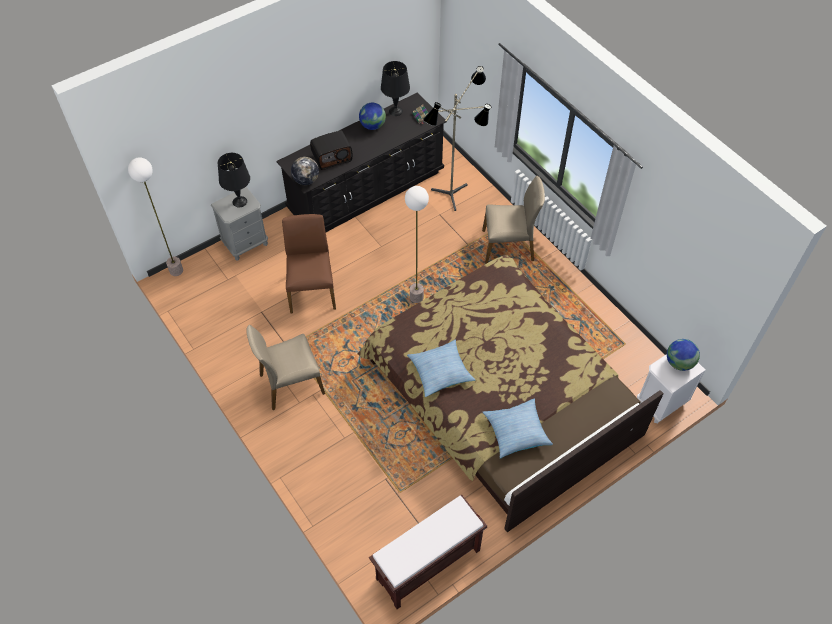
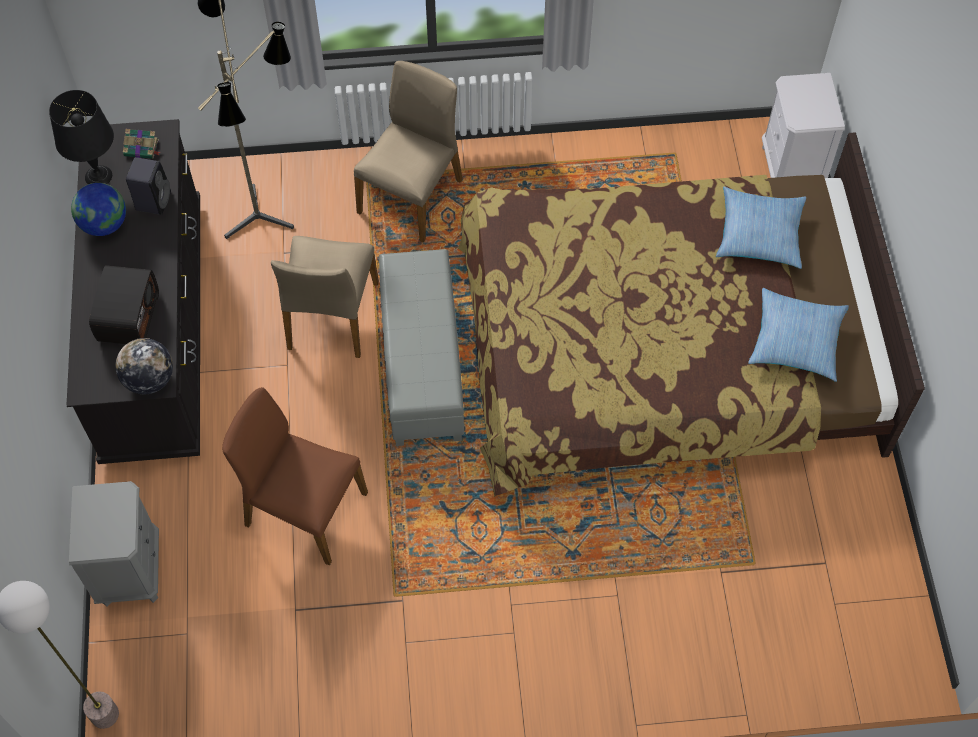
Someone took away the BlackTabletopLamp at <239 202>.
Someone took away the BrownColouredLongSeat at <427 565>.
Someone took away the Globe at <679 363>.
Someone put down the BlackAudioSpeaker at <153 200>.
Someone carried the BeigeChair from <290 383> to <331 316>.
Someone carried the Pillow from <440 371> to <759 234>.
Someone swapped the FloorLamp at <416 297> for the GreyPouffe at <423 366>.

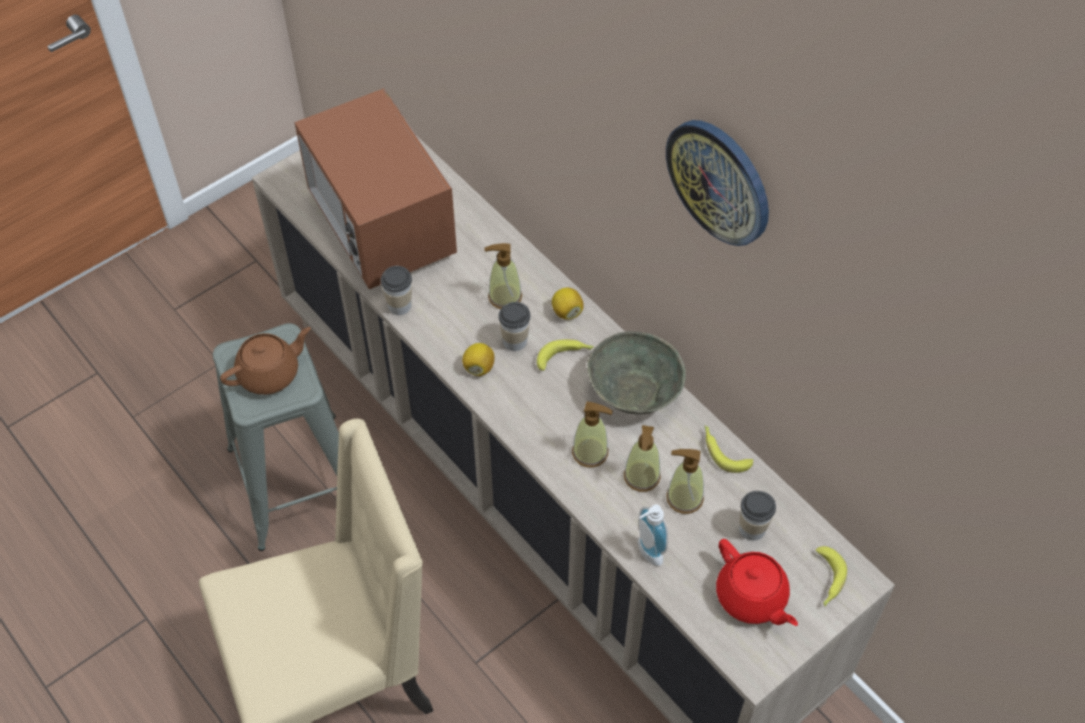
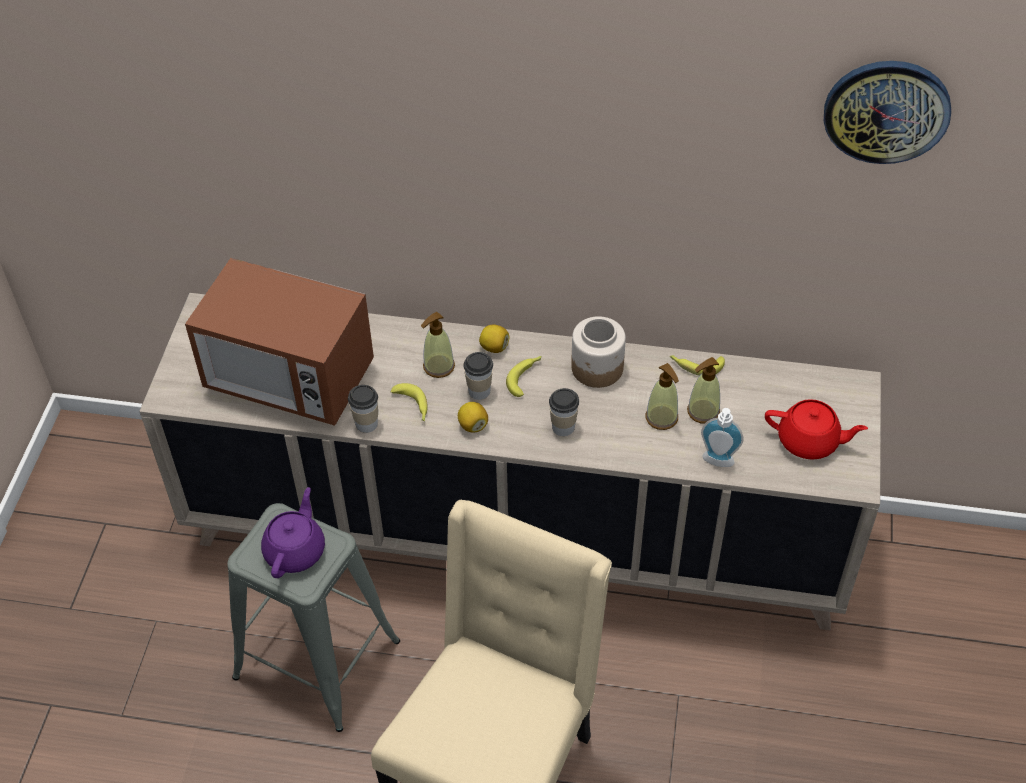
Someone took away the SoapDispenser at <590 452>.
Someone carried the HangingClock from <719 181> to <886 110>.
Someone carried the Cup from <752 529> to <563 427>.
Someone carried the BananaFruit from <827 580> to <413 406>.
Someone swapped the GreyServingBowl at <633 392> for the StorageJar at <597 368>.
Someone repainted the BrownColouredTeaPot at <270 373>, which became the PurplishTeaPot at <296 550>.

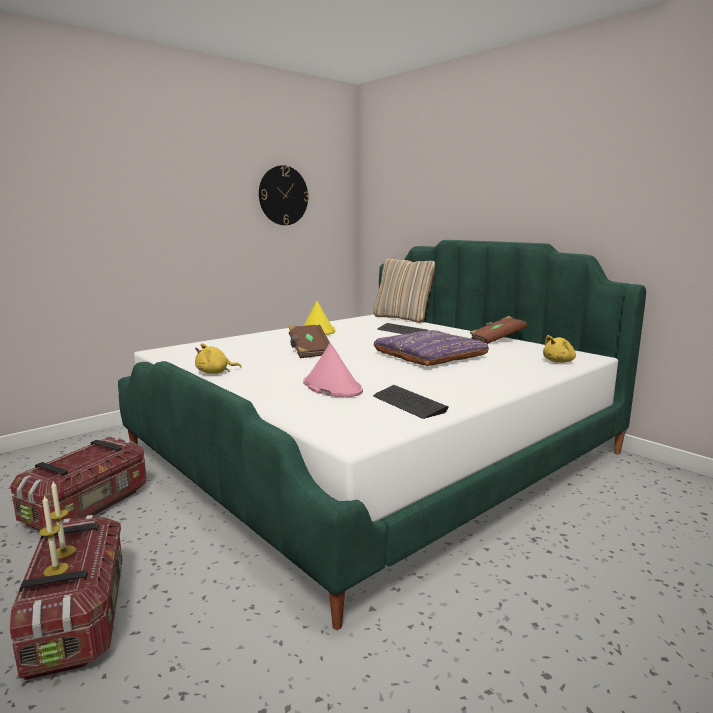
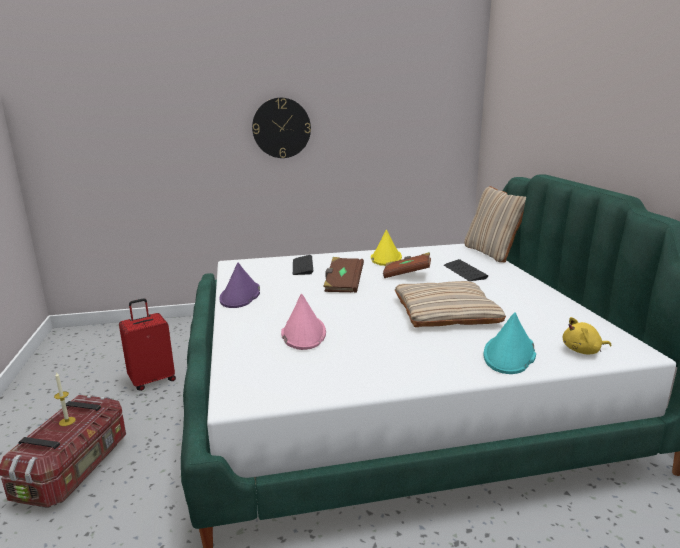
Someone took away the WaxCandle at <56 569>.
Someone put down the TurquoiseColouredHat at <509 354>.
Someone carried the HangingClock from <283 195> to <281 128>.
Someone carried the ComputerKeyboard from <408 403> to <302 266>.
Someone carried the BrownColouredBoundBook from <496 340> to <406 275>.
Someone swapped the StorageBin at <89 506> for the RedPieceOfLuggage at <152 380>.
Someone swapped the YellowCuddlyToy at <215 373> for the PurplishHat at <240 296>.
Someone repainted the PurplishPillow at <429 356>, which became the BeigePillow at <445 311>.

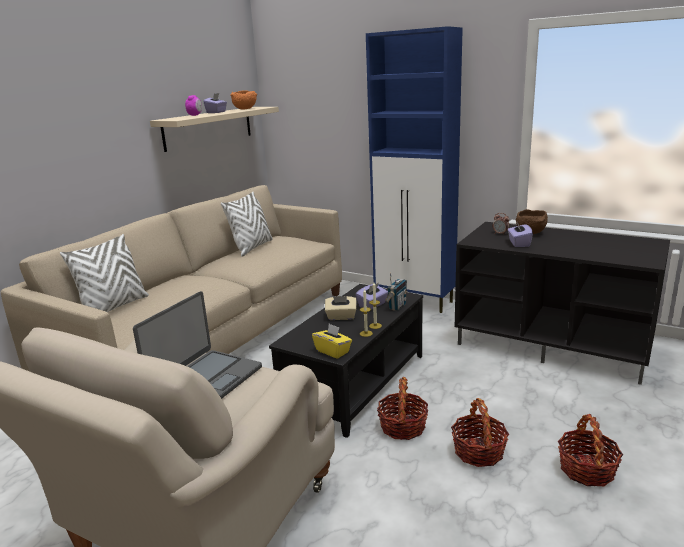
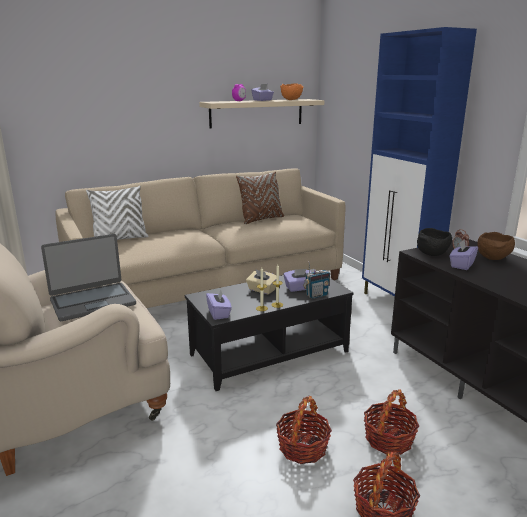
Someone put down the BlackServingBowl at <432 254>.
Someone carried the HouseholdBasket from <403 427> to <388 439>.
Someone repainted the WhiteColouredPillow at <252 248>, which became the BrownColouredPillow at <261 219>.
Someone repainted the YellowTissueBox at <333 351>, which became the PurplishTissueBox at <219 313>.

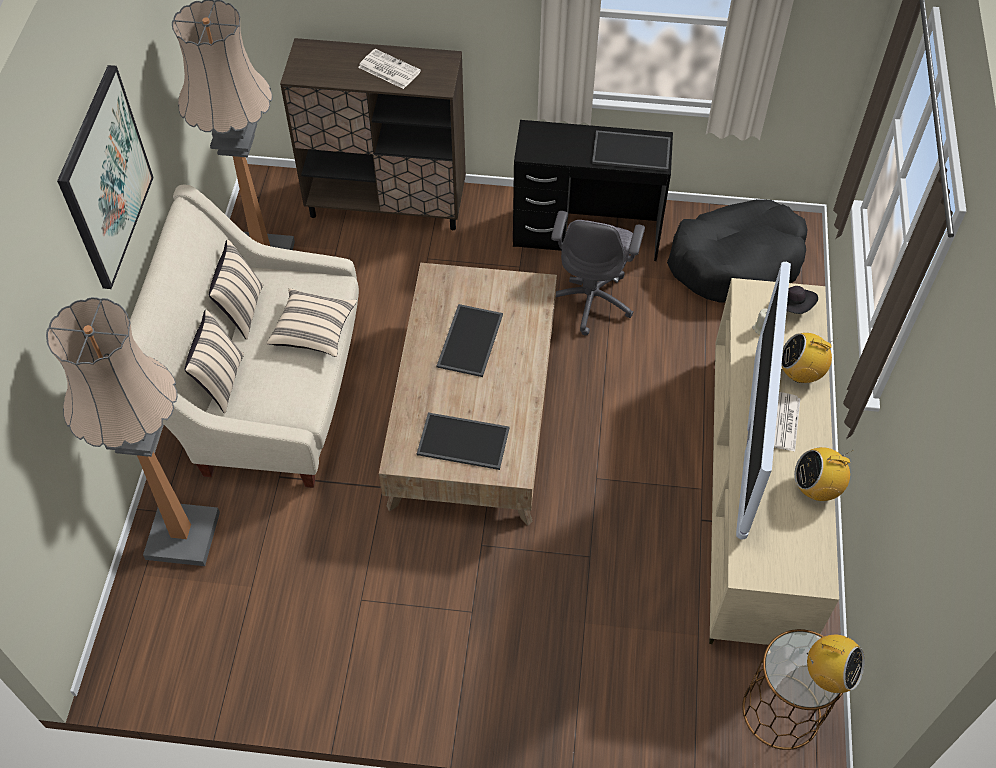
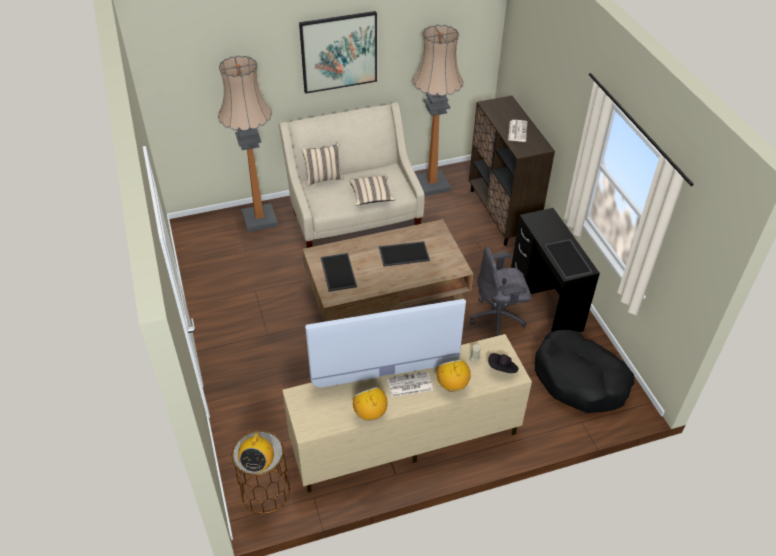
Someone took away the BeigePillow at <241 310>.

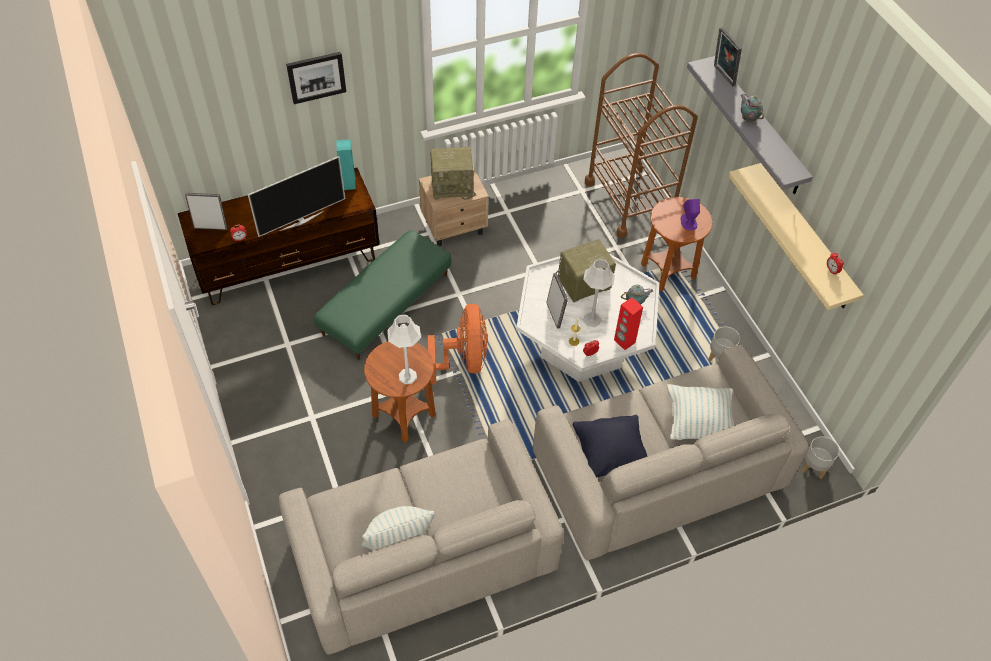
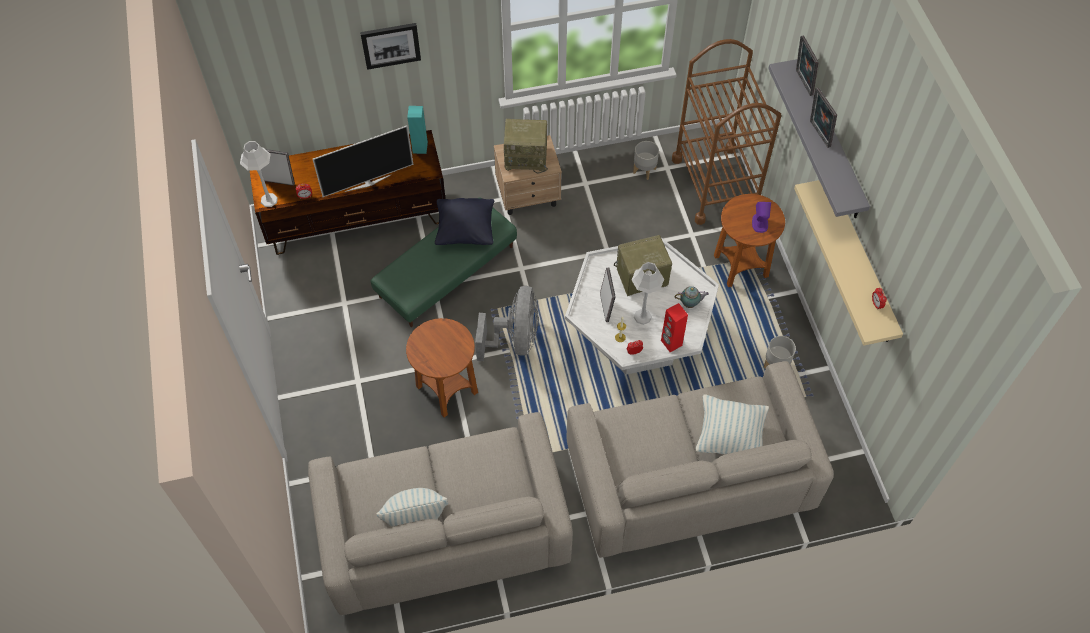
Someone carried the WhiteColouredTabletopLamp from <407 376> to <269 200>.
Someone carried the BlackPillow from <609 455> to <465 231>.
Someone carried the GreyPlantPot from <814 467> to <644 171>.
Someone swapped the TeaPot at <748 119> for the StandingFrame at <817 134>.
Someone repainted the OrangeyElectricFan at <464 361>, which became the GreyElectricFan at <515 339>.

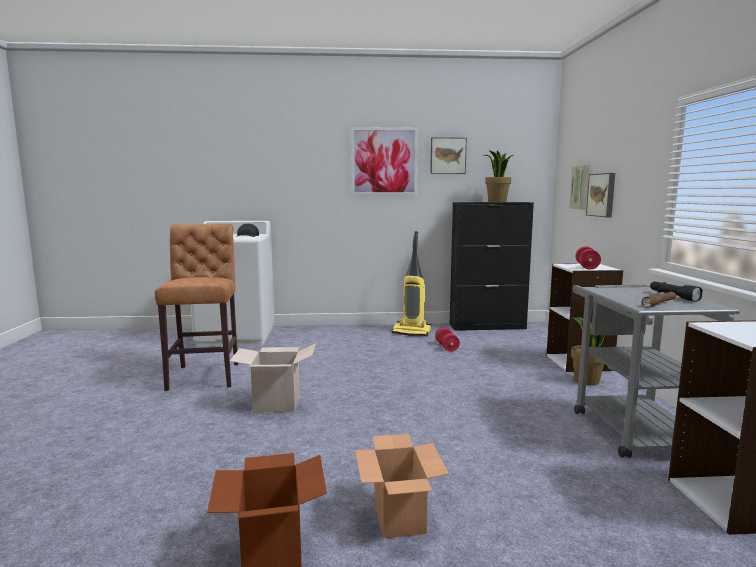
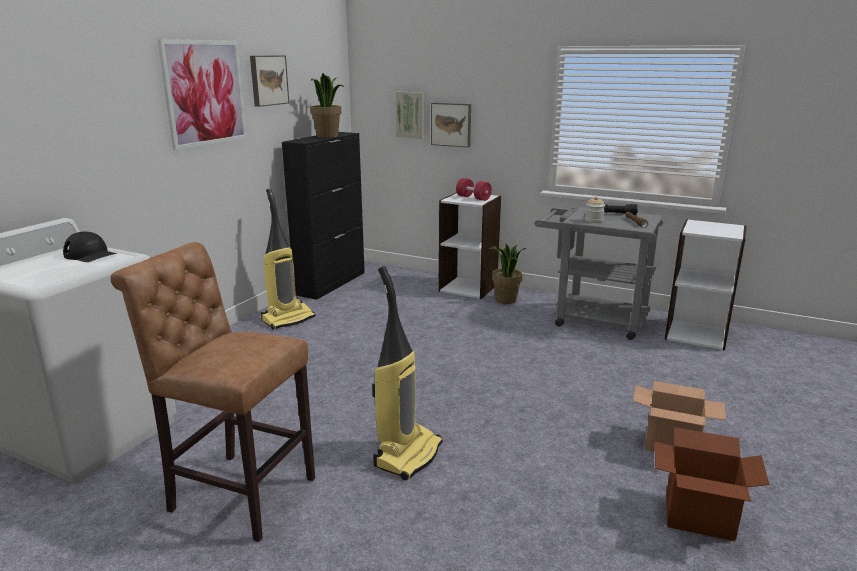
Someone took away the RedDumbbell at <447 347>.
Someone put down the StorageJar at <594 221>.
Someone swapped the PackingBox at <277 404> for the VacuumCleaner at <407 454>.

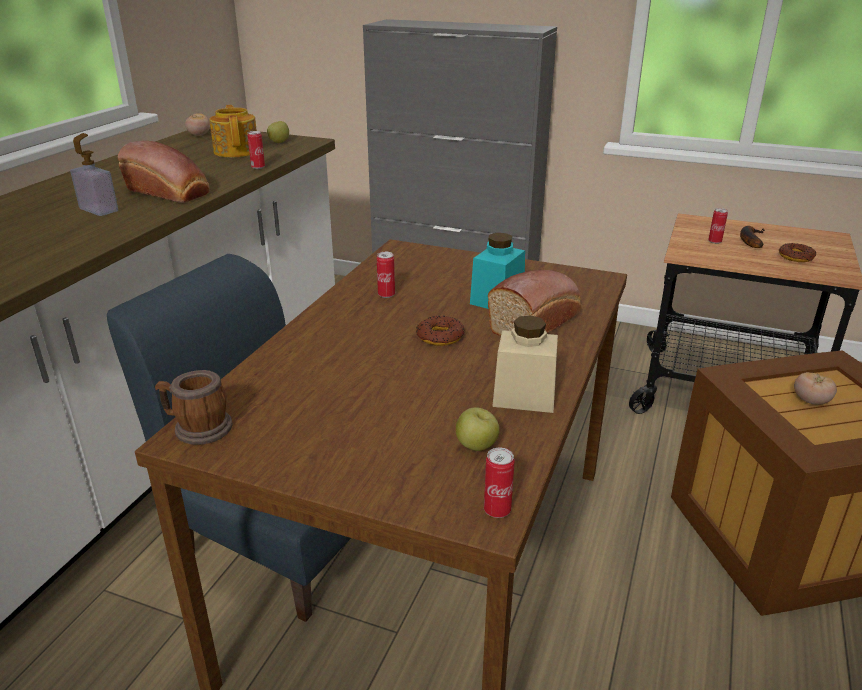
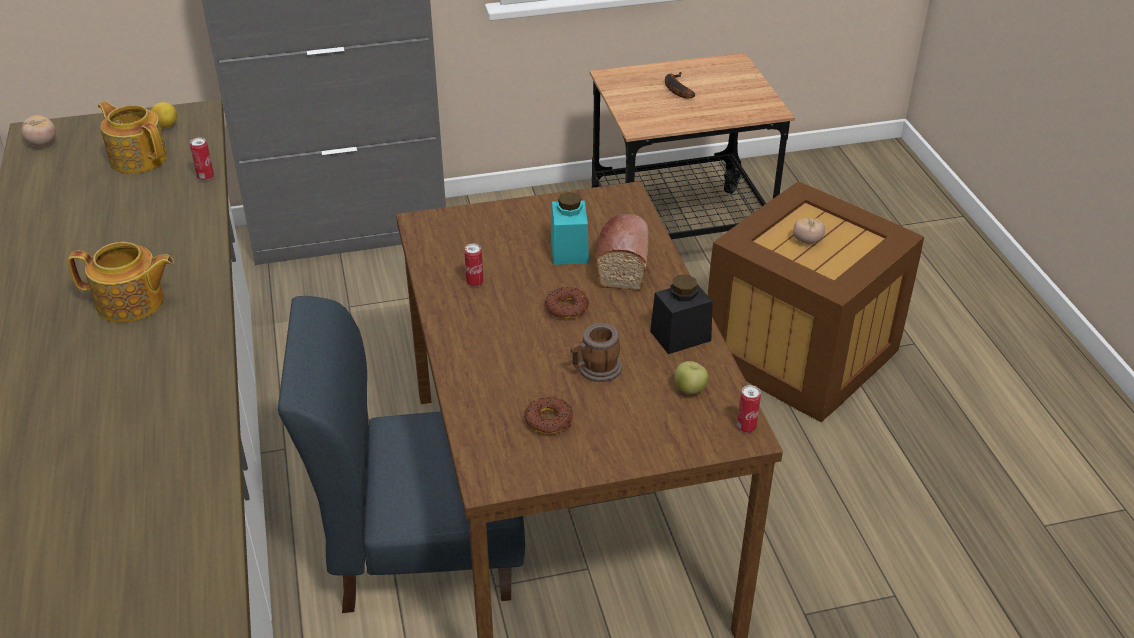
Someone took away the BakedBread at <170 193>.
Someone took away the Can at <714 242>.
Someone carried the TeaMug from <197 428> to <595 370>.
Someone carried the Donut from <796 257> to <549 420>.
Someone swapped the SoapDispenser at <99 210> for the TeaPot at <132 303>.
Someone swapped the Apple at <279 142> for the CitrusFruit at <166 126>.
Someone repainted the BeigeStorageJar at <524 396>, which became the BlackStorageJar at <680 336>.

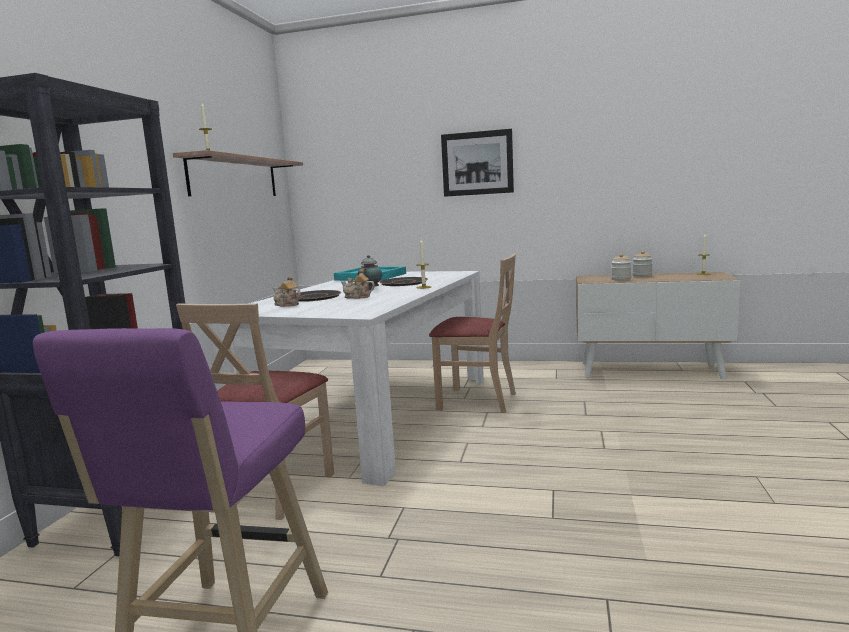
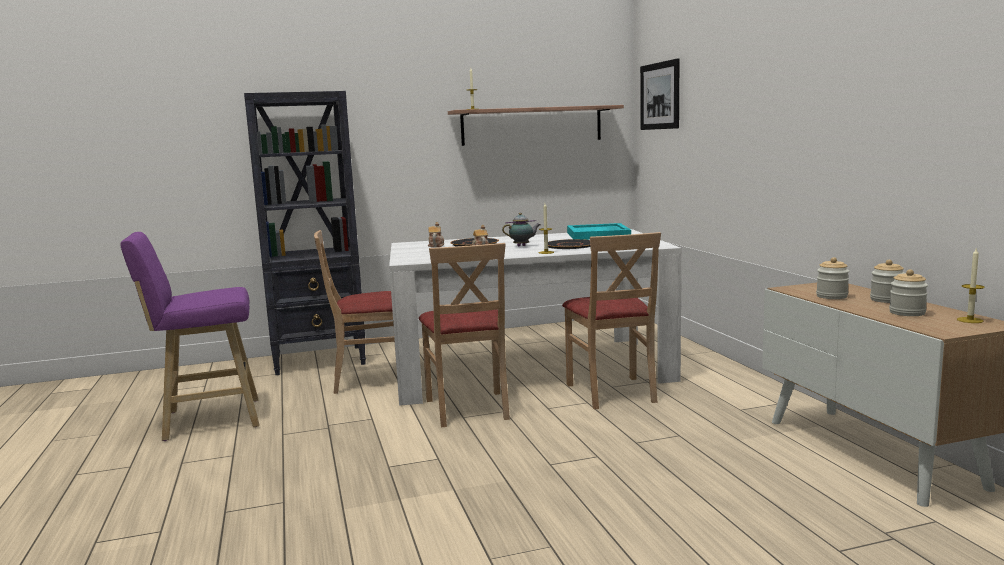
Someone put down the BeigeChair at <468 408>.
Someone put down the StorageJar at <907 313>.
Someone carried the WallPicture from <477 163> to <660 96>.

